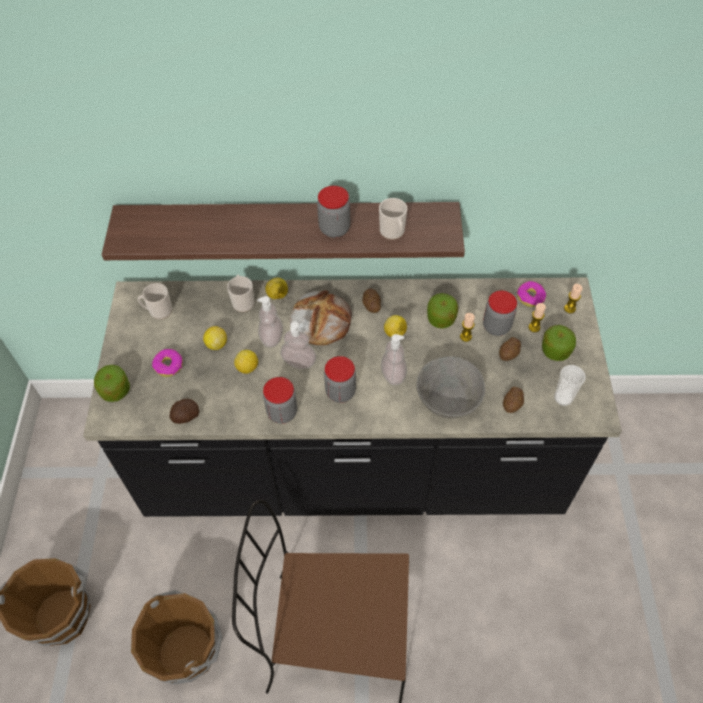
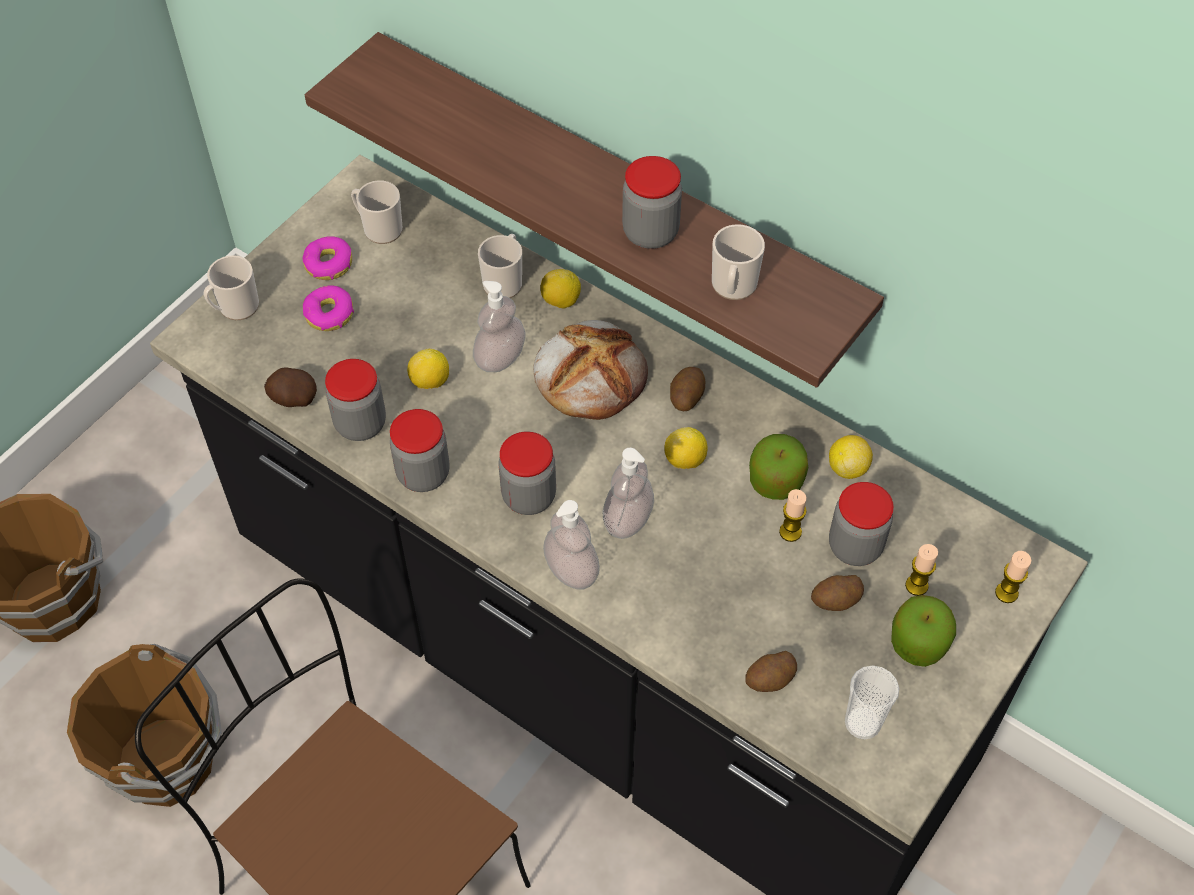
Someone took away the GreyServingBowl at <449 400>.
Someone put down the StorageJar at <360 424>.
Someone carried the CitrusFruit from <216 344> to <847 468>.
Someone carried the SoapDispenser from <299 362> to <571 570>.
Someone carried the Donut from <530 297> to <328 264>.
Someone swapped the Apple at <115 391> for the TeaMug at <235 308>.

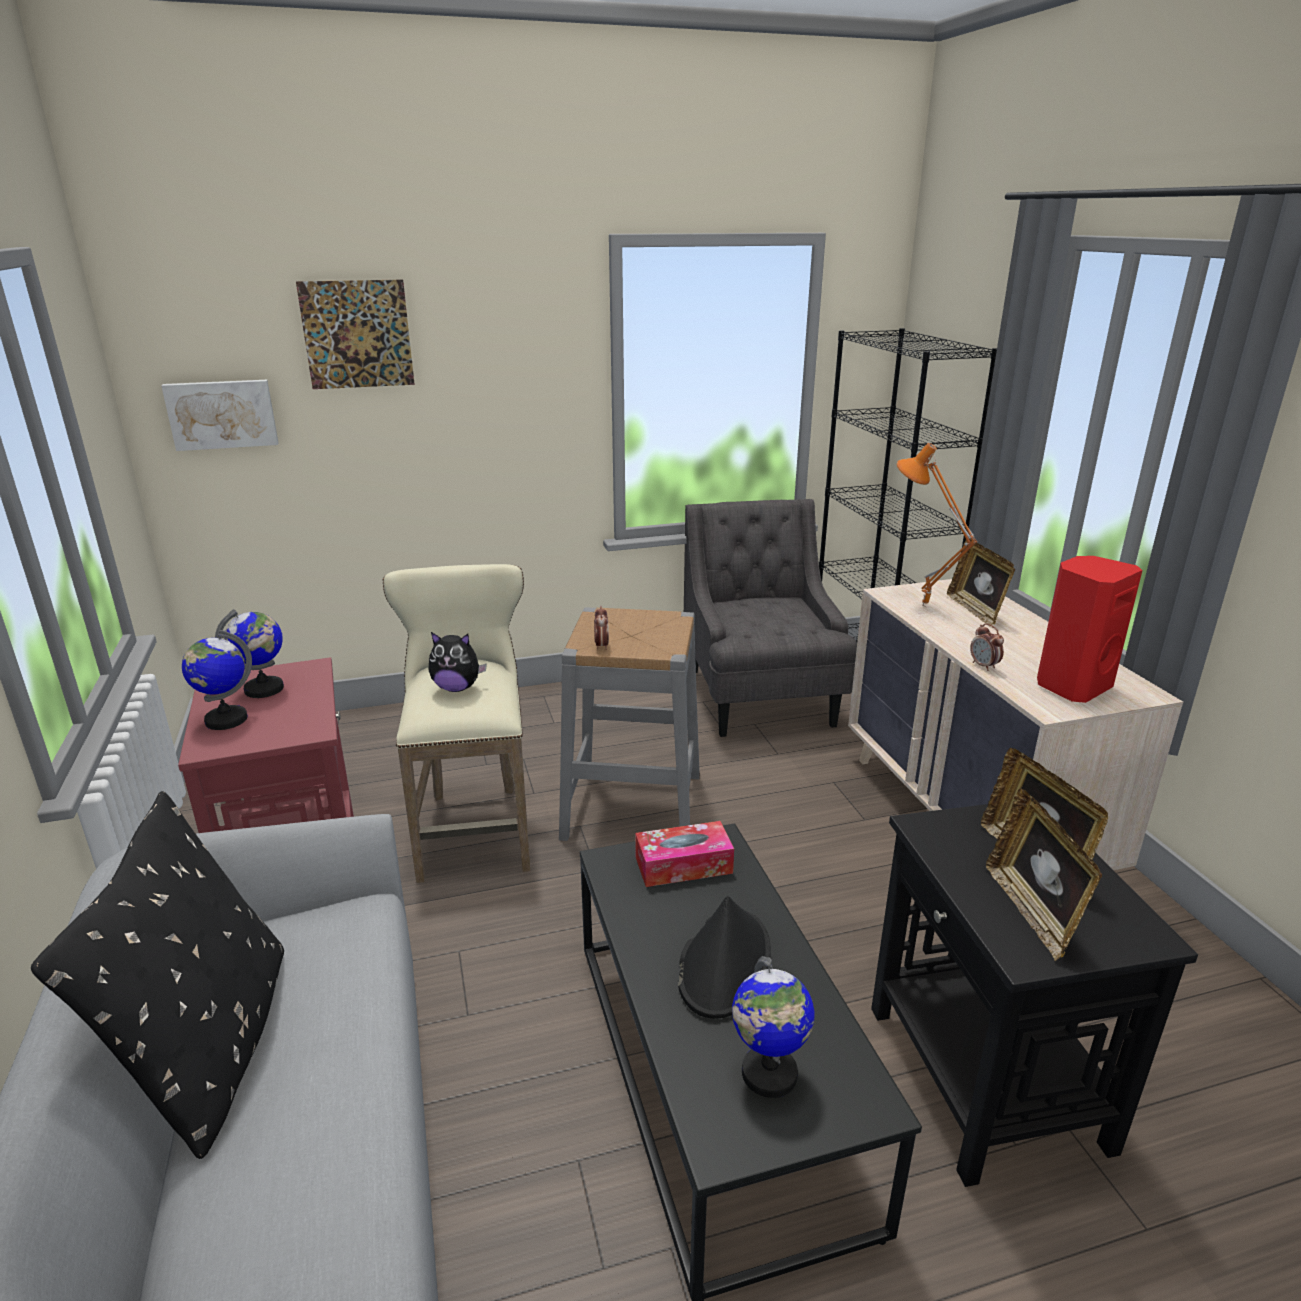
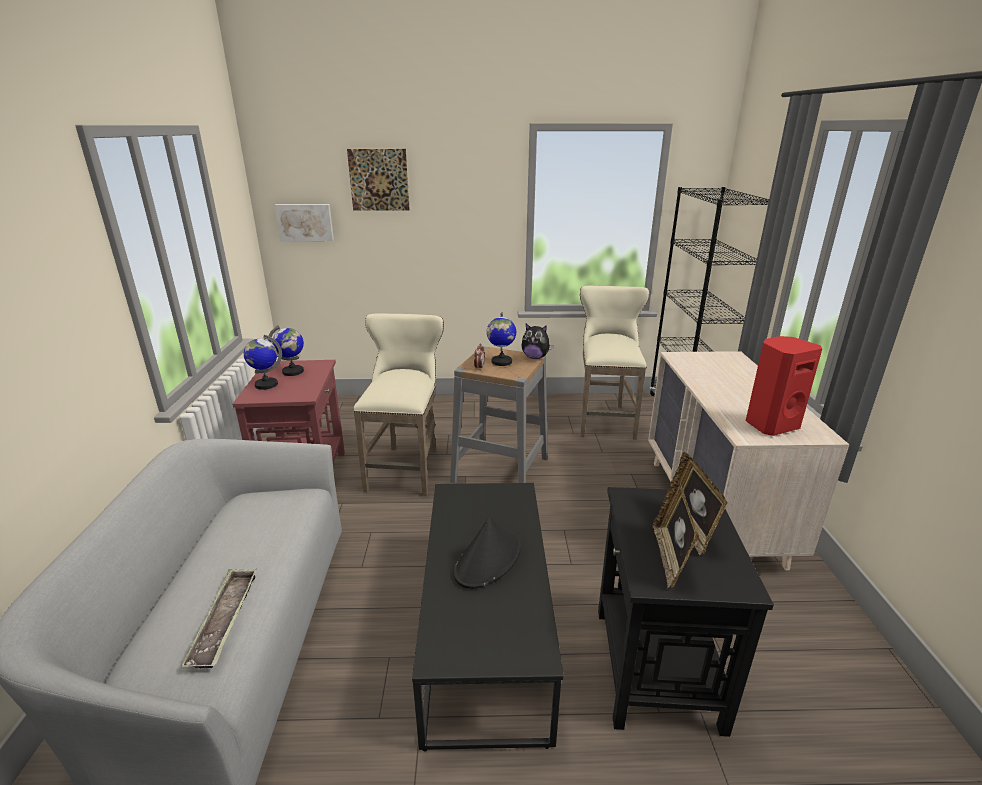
Someone took away the BlackPillow at <214 1047>.
Someone took away the TissueBox at <683 865>.
Someone took away the OrangeyTabletopLamp at <921 607>.
Someone took away the StandingFrame at <976 610>.
Someone took away the AlarmClock at <984 666>.
Someone put down the CarryingTray at <225 620>.
Someone carried the CuddlyToy from <457 688> to <535 357>.
Someone carried the Globe from <768 1074> to <501 362>.
Someone swapped the GreyLoungeChair at <761 698> for the BeigeStoolSeat at <605 418>.

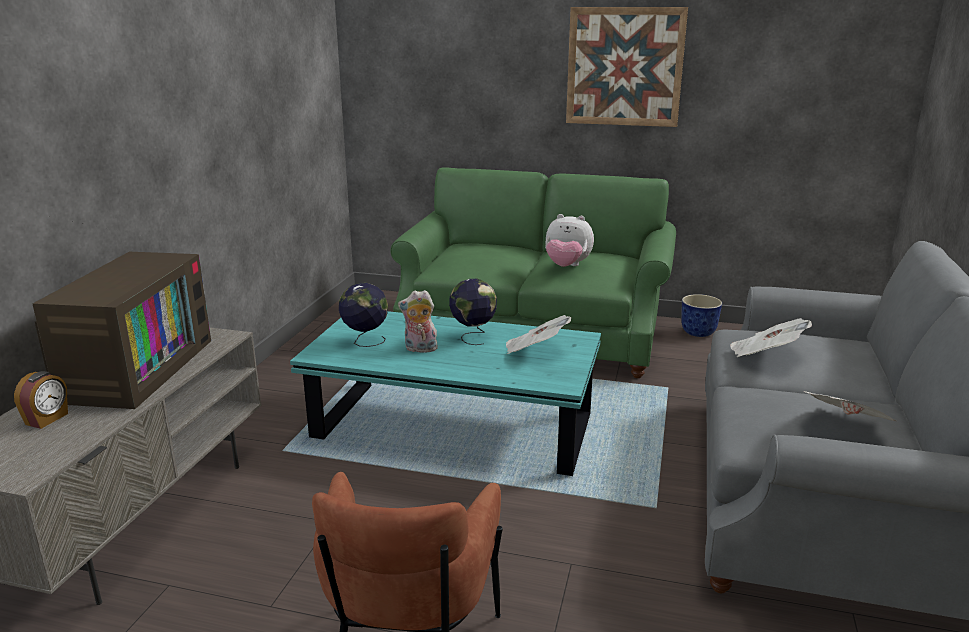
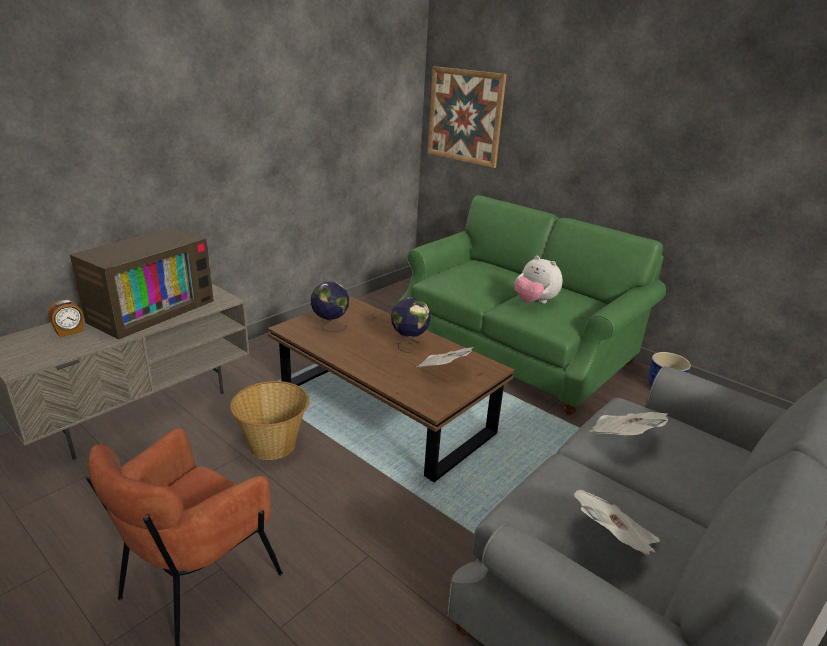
Someone took away the CuddlyToy at <420 349>.
Someone put down the HouseholdBasket at <273 445>.
Someone carried the WallPicture from <624 67> to <465 116>.
Someone repainted the TurquoiseColouredLoungeTable at <454 427>, which became the BrownColouredLoungeTable at <384 410>.

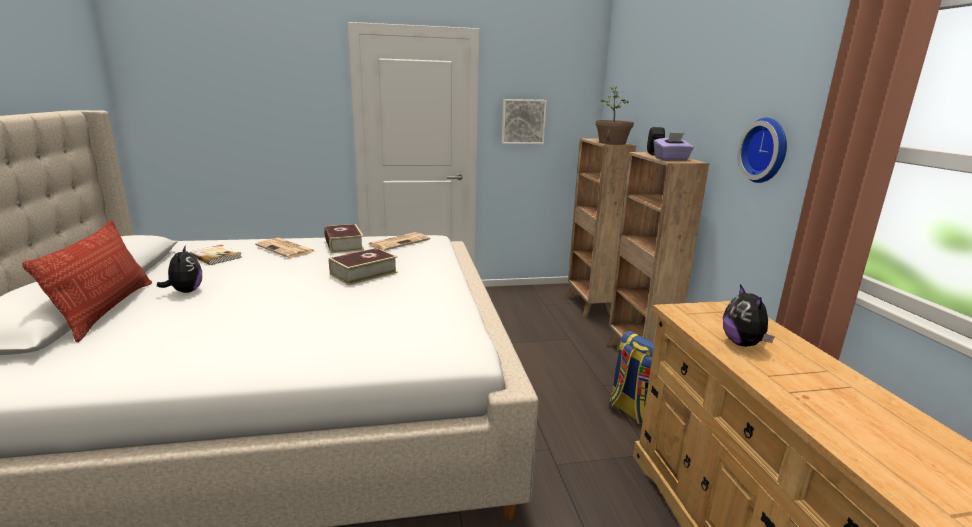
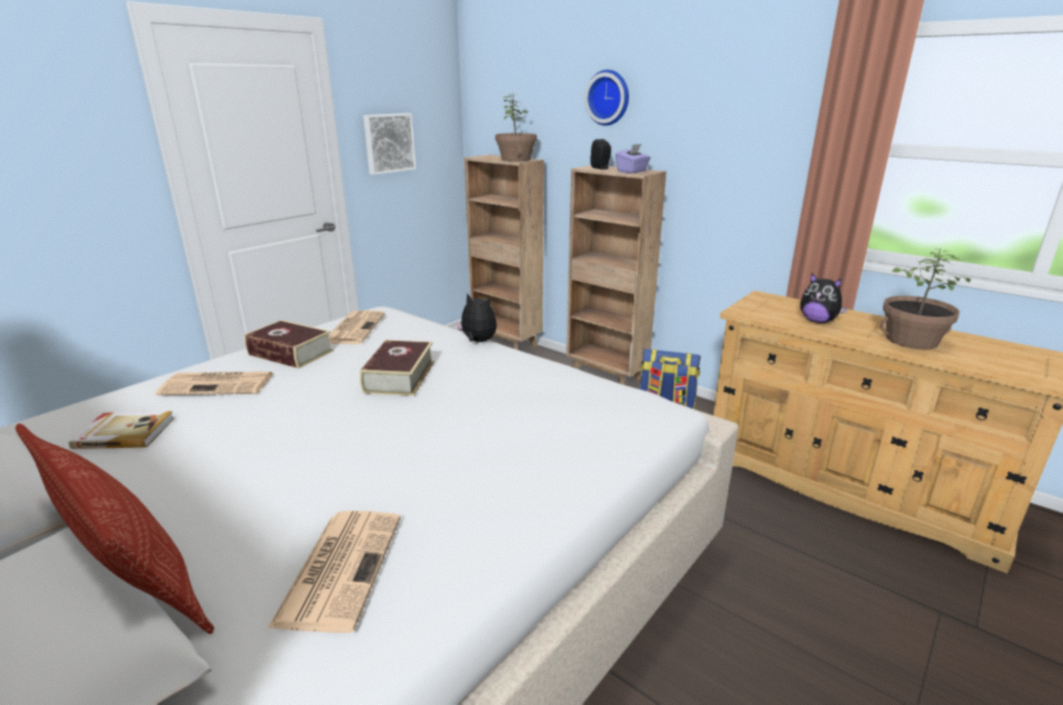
Someone put down the PrintedPaper at <341 567>.
Someone put down the PottedPlant at <911 340>.
Someone carried the CuddlyToy from <185 291> to <477 341>.
Someone carried the HangingClock from <766 150> to <609 98>.

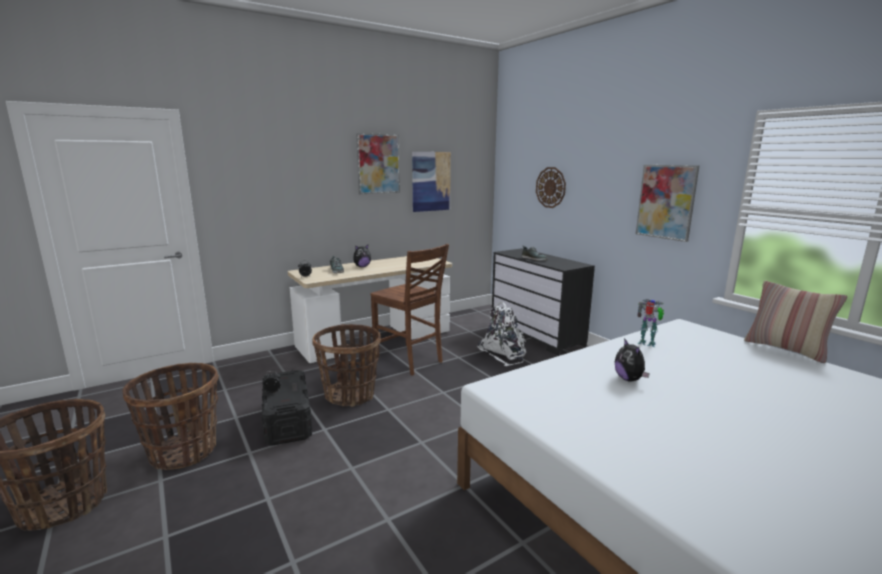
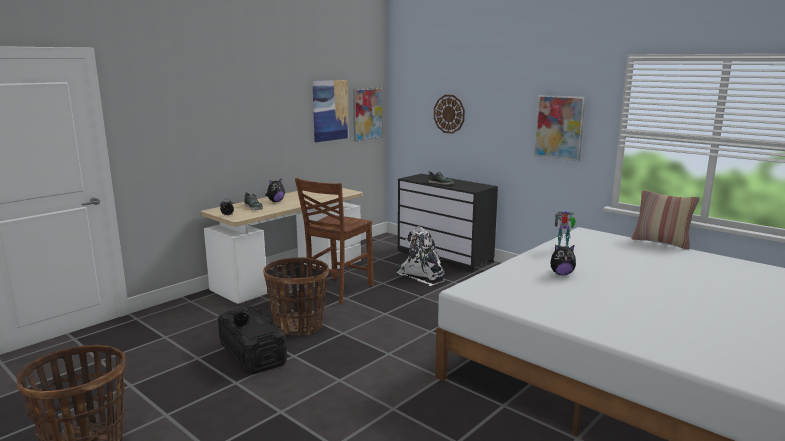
Someone took away the HouseholdBasket at <183 452>.
Someone carried the WallPicture from <378 164> to <367 114>.
Someone rotated the BrownColouredChair at <409 361> by 90 degrees clockwise.
Someone rotated the CuddlyToy at <629 379> by 60 degrees counterclockwise.

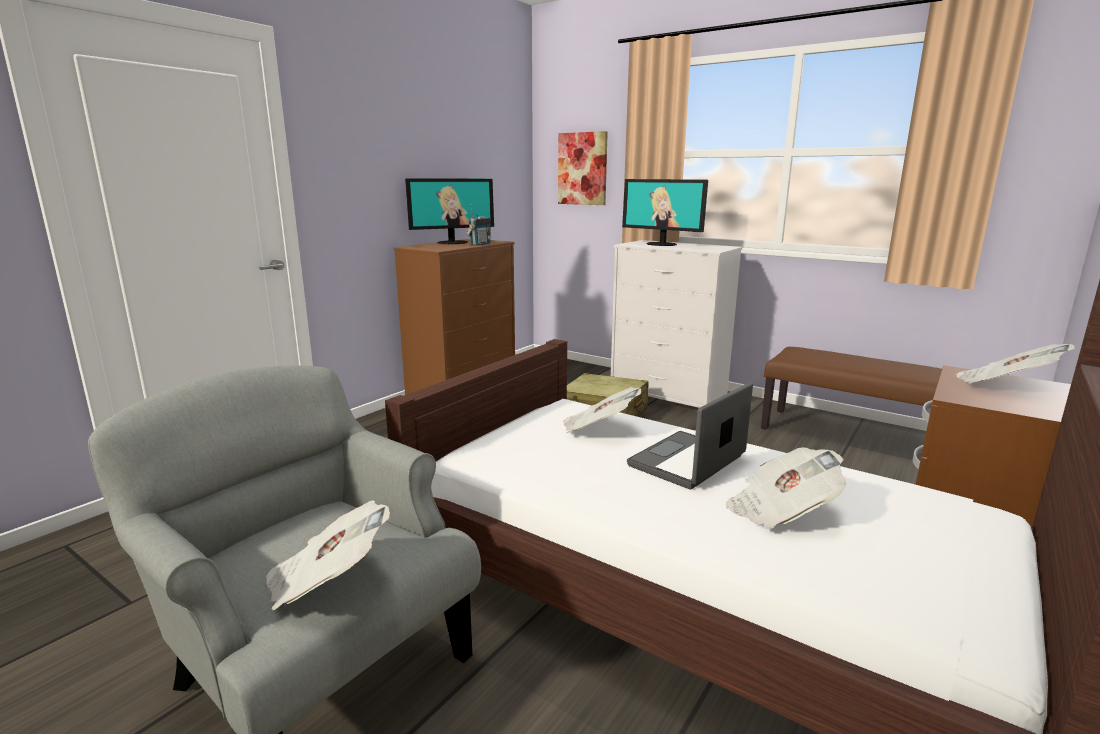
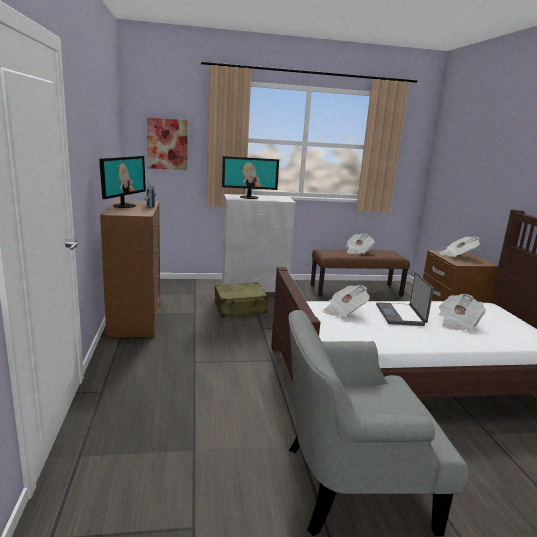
Someone carried the PrintedPaper from <328 580> to <358 251>.

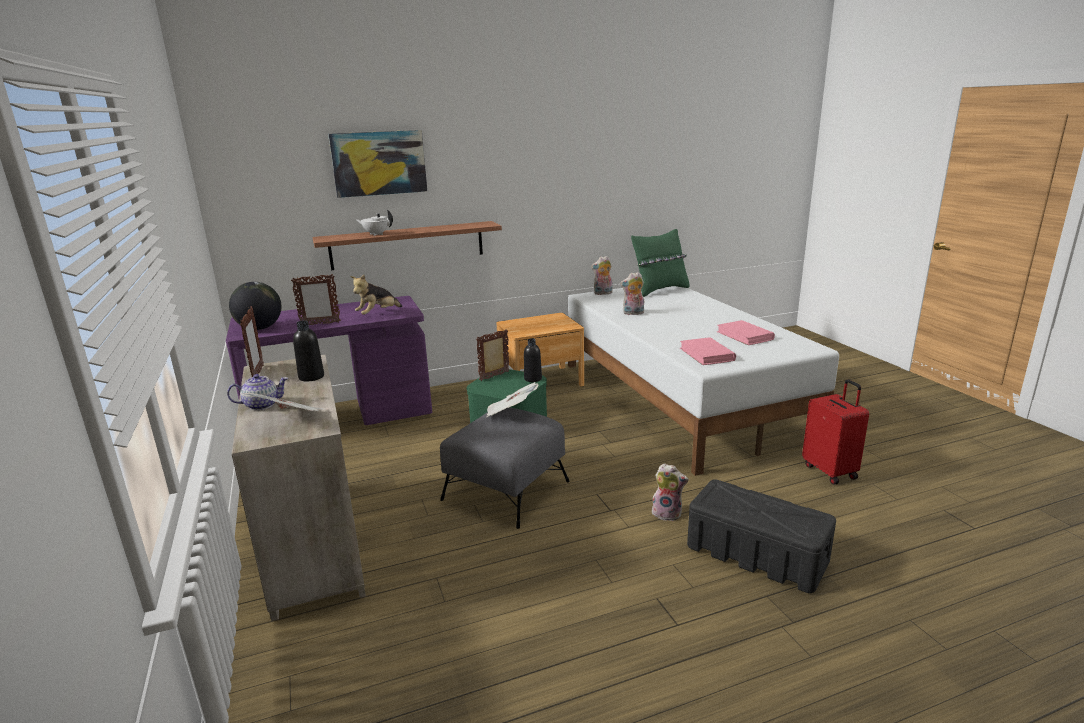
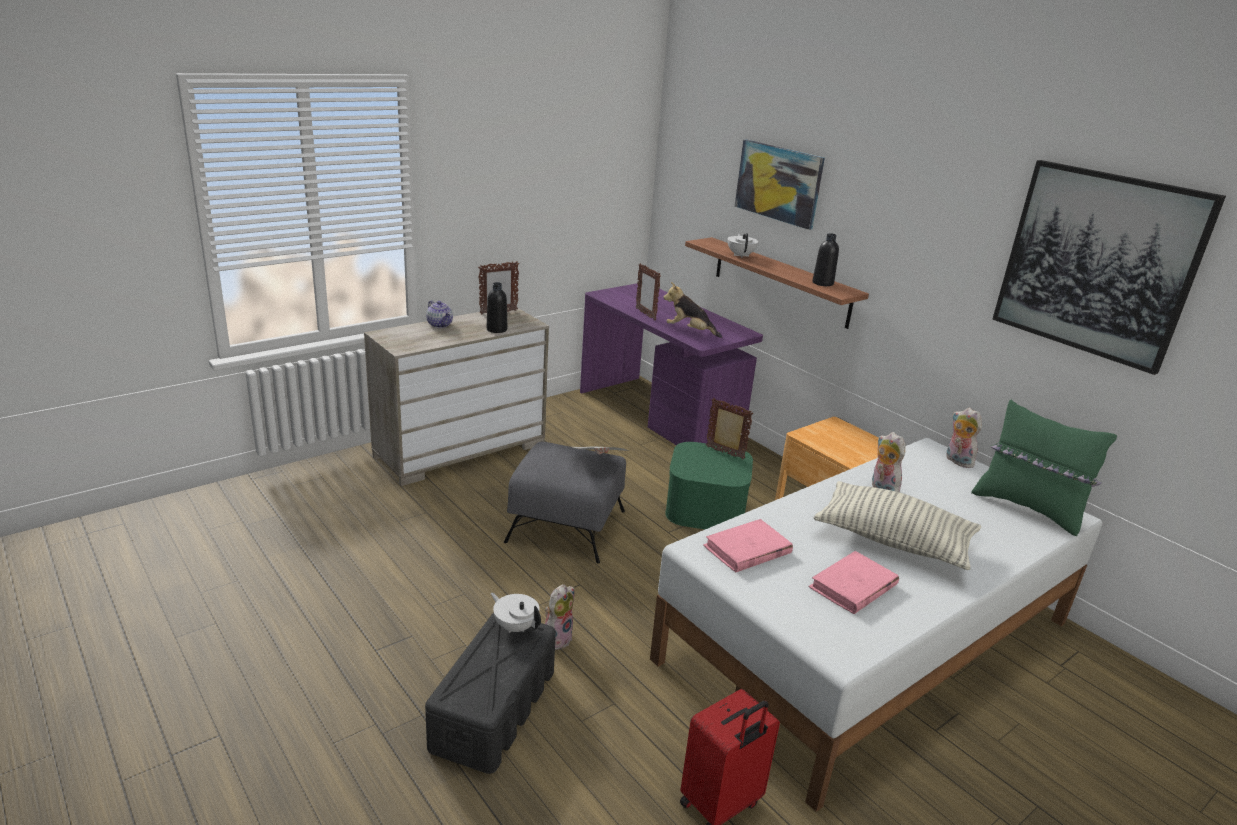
Someone took away the Globe at <260 328>.
Someone took away the PrintedPaper at <290 420>.
Someone put down the WhiteColouredTeaPot at <515 626>.
Someone put down the Pillow at <893 541>.
Someone put up the WallPicture at <1098 263>.
Someone carried the BlackBottle from <533 379> to <822 283>.
Someone rotated the CuddlyToy at <667 513> by 150 degrees counterclockwise.

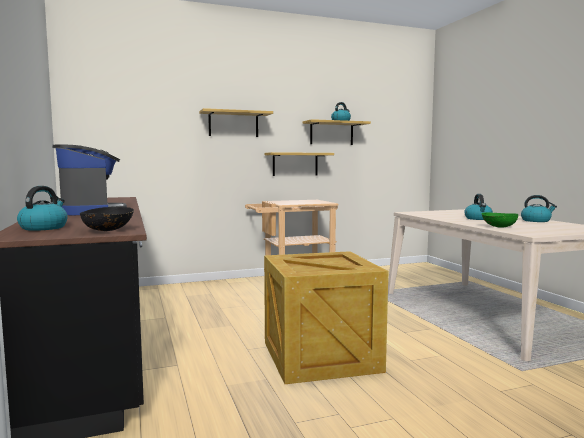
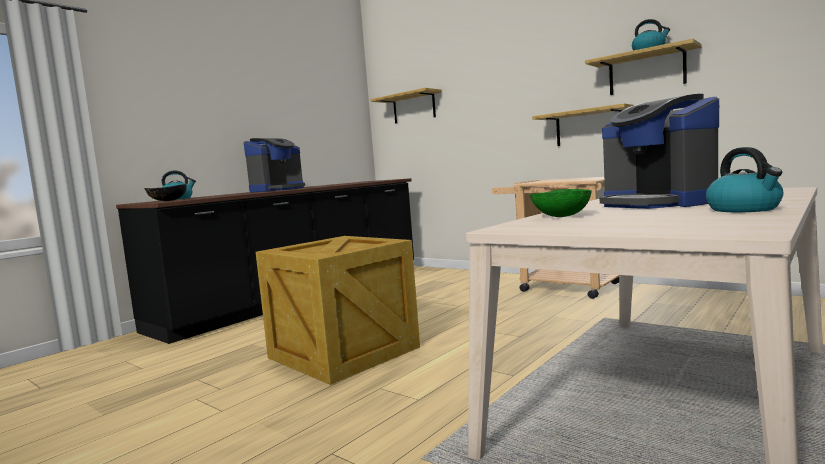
Someone carried the WallShelf from <233 124> to <414 107>.
Someone swapped the TeaKettle at <478 218> for the CoffeeBrewer at <657 203>.

